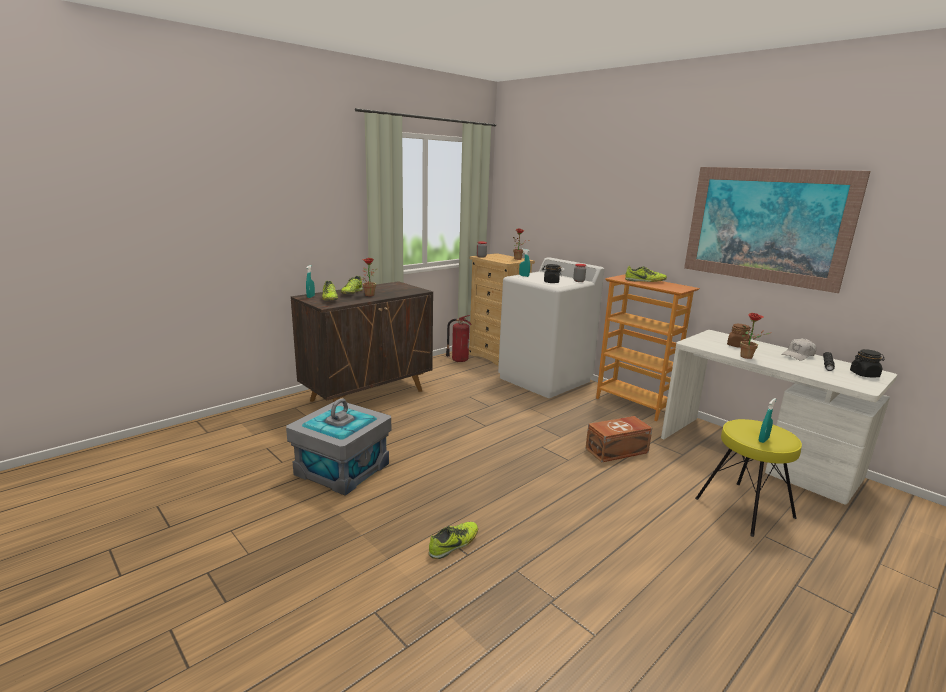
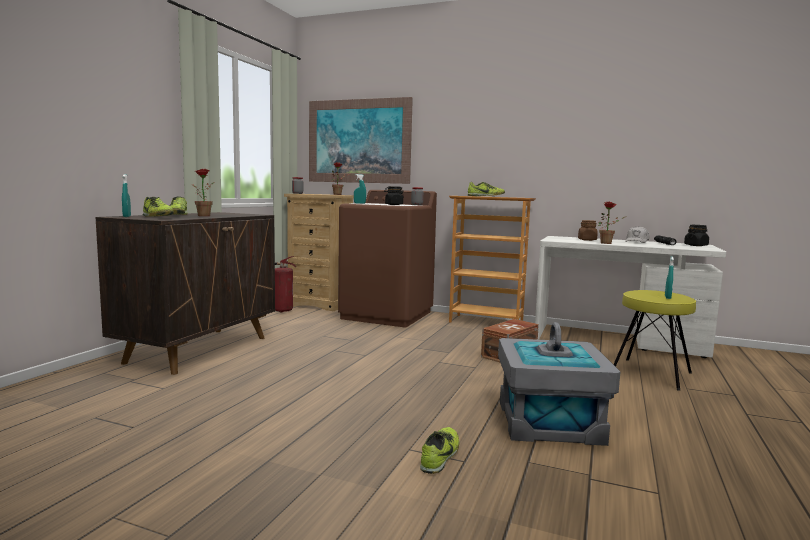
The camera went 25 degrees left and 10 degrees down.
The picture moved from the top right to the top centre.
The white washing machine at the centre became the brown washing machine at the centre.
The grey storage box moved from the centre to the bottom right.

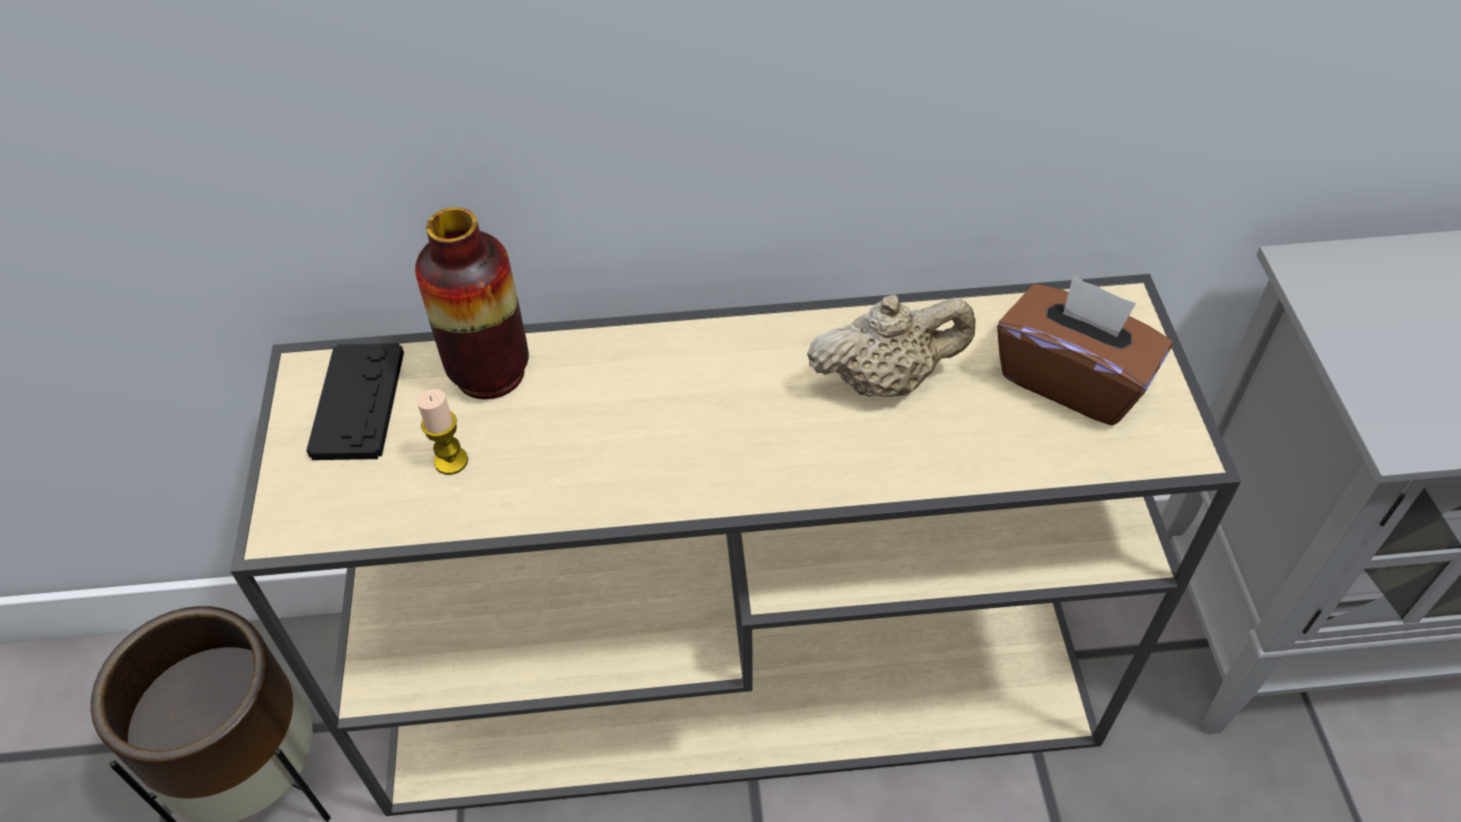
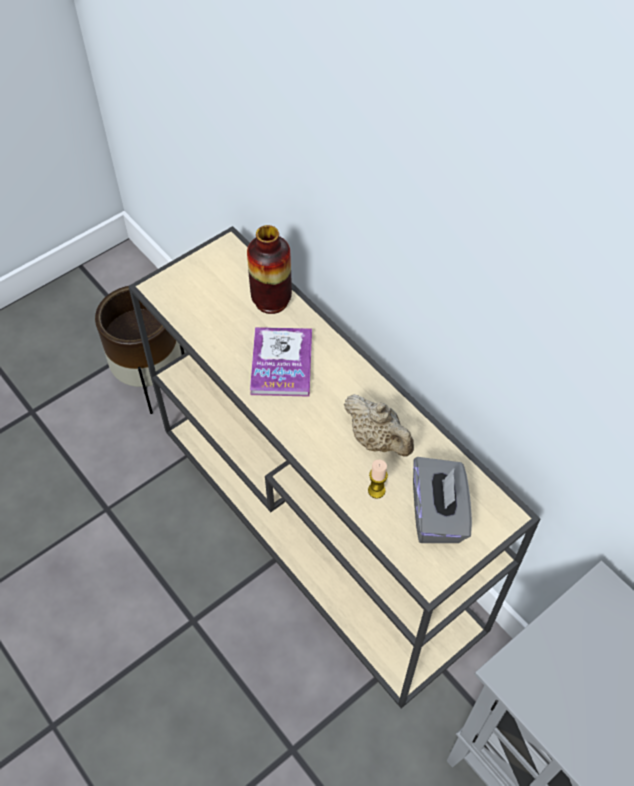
The camera went 55 degrees right and 5 degrees up.
The brown tissue box at the middle right became the grey tissue box at the middle right.
The black game controller at the middle left disappeared.
The candle moved from the middle left to the centre.
The book at the centre appeared.

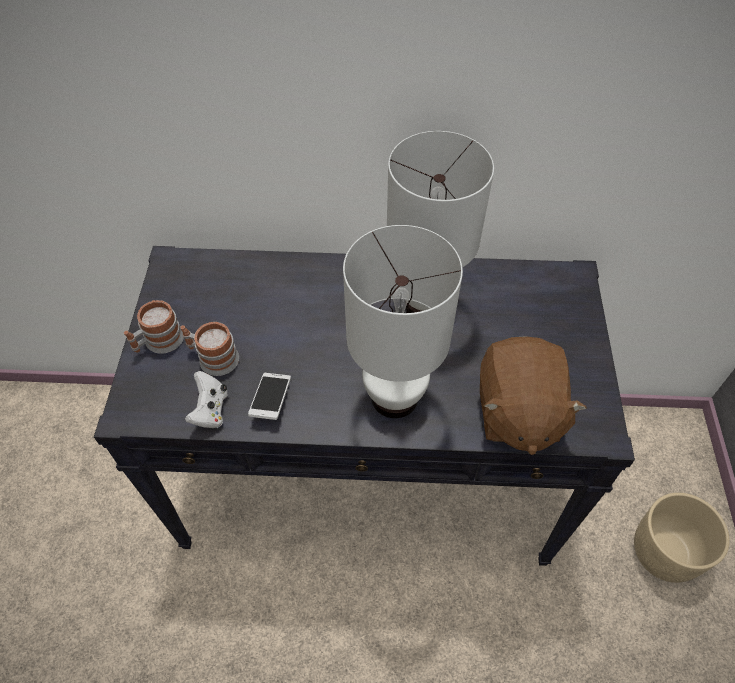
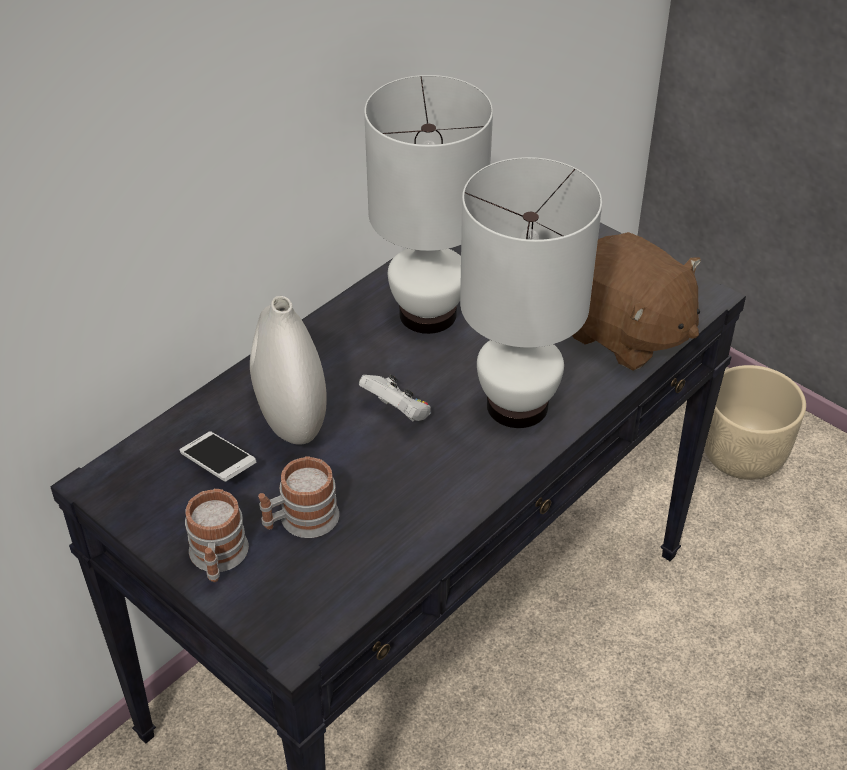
The camera went 50 degrees left and 10 degrees down.
The white game controller moved from the middle left to the centre.
The phone moved from the centre to the middle left.
The white vase at the centre appeared.

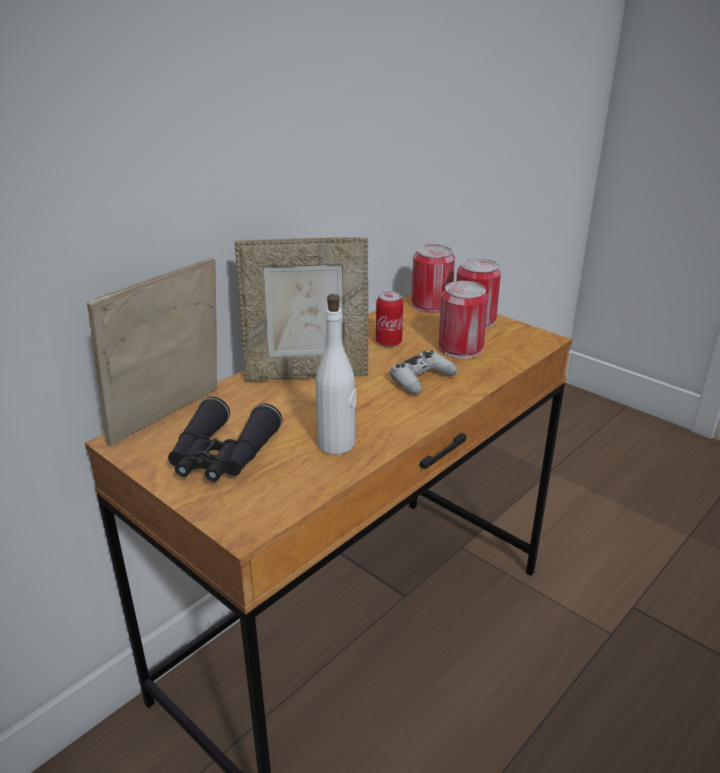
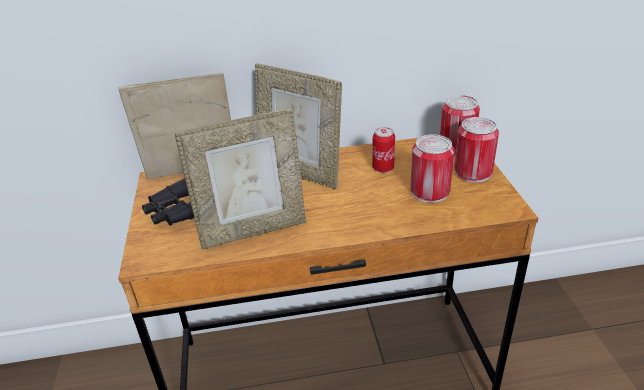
The camera went 40 degrees right and 5 degrees up.
The white bottle at the centre was replaced by the picture frame (no. 2 from left) at the centre.
The white game controller at the centre disappeared.

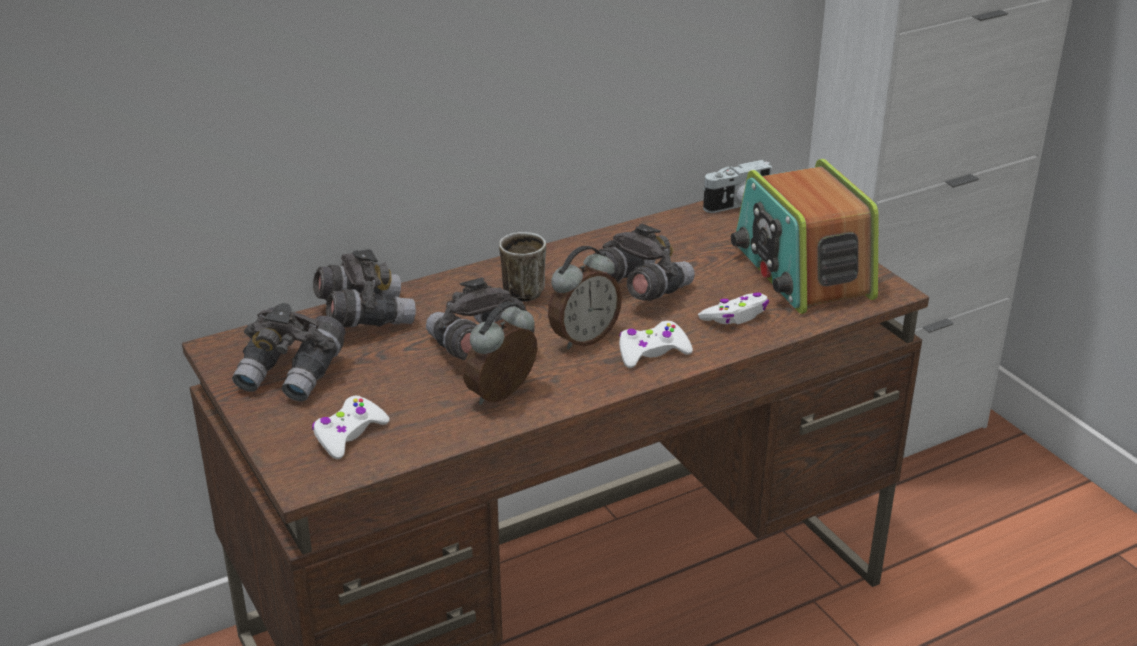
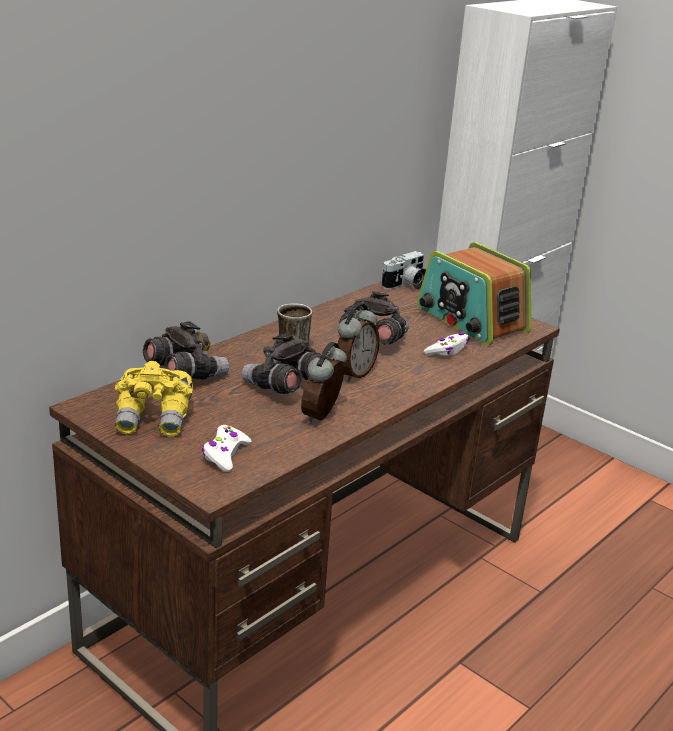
The camera went 20 degrees left and 5 degrees down.
The grey binoculars (no. 1 from left) at the middle left became the yellow binoculars at the middle left.
The white game controller (no. 2 from left) at the centre disappeared.

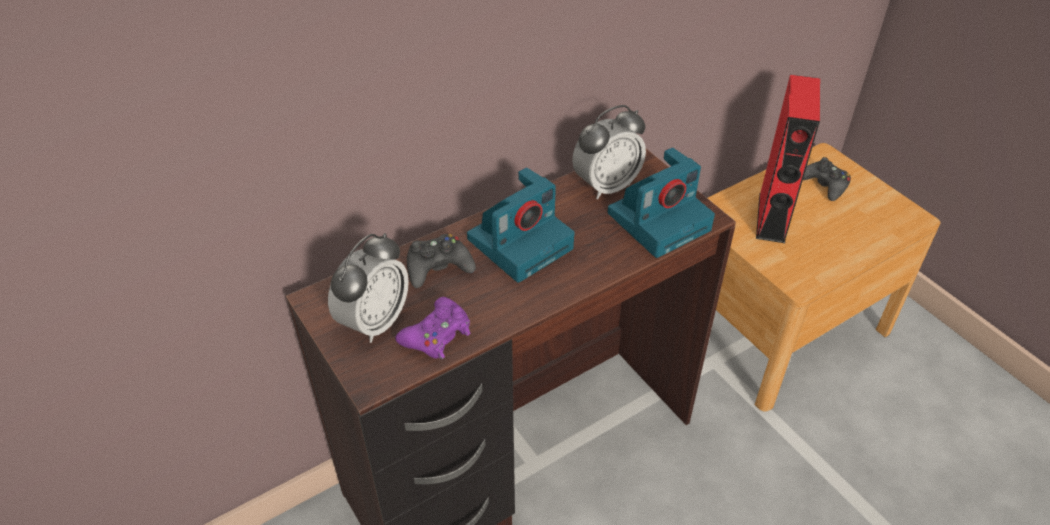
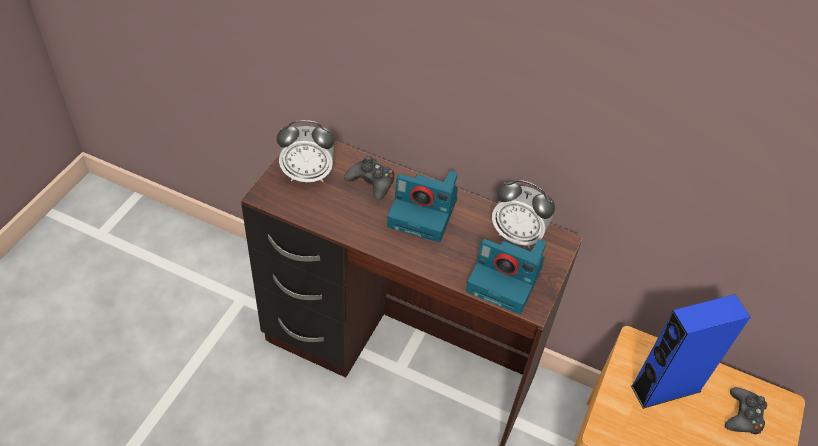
The camera went 55 degrees right and 5 degrees up.
The red speaker at the top right became the blue speaker at the bottom right.
The purple game controller at the centre disappeared.

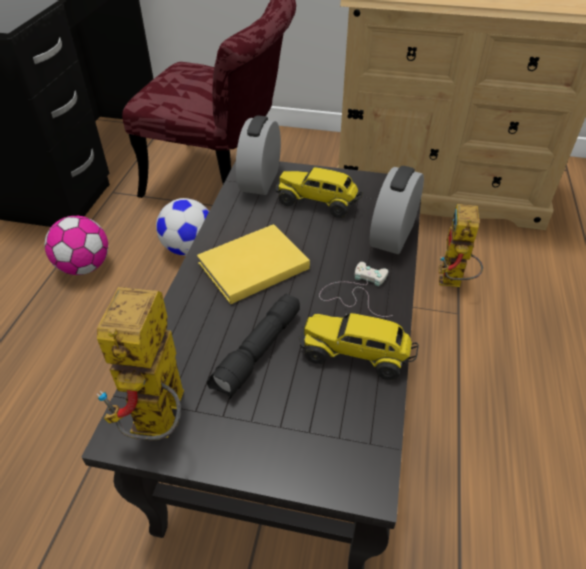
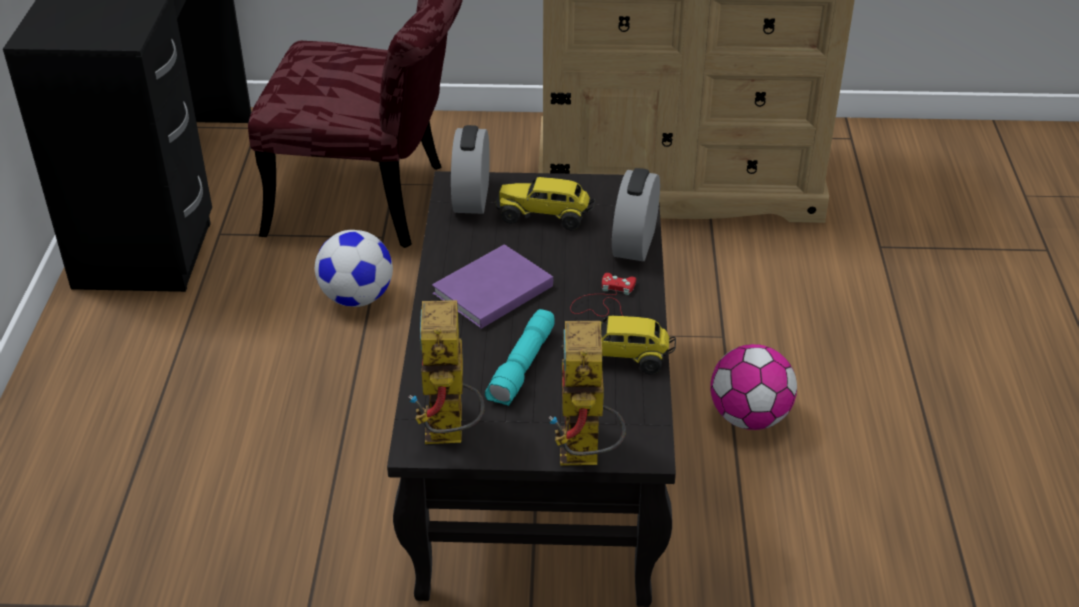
The camera went 10 degrees left and 5 degrees down.
The toy robot (no. 2 from left) moved from the middle right to the centre.
The football (no. 1 from left in the first image) moved from the middle left to the middle right.
The yellow book at the centre became the purple book at the centre.
The white game controller at the centre became the red game controller at the centre.
The black flashlight at the centre became the turquoise flashlight at the centre.

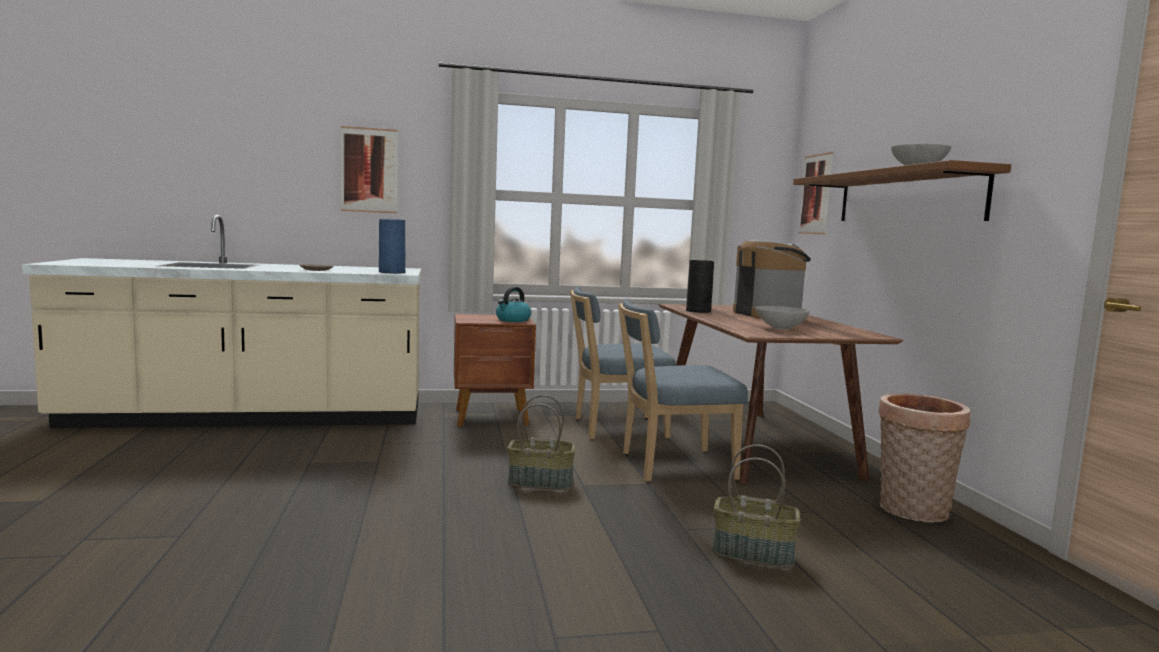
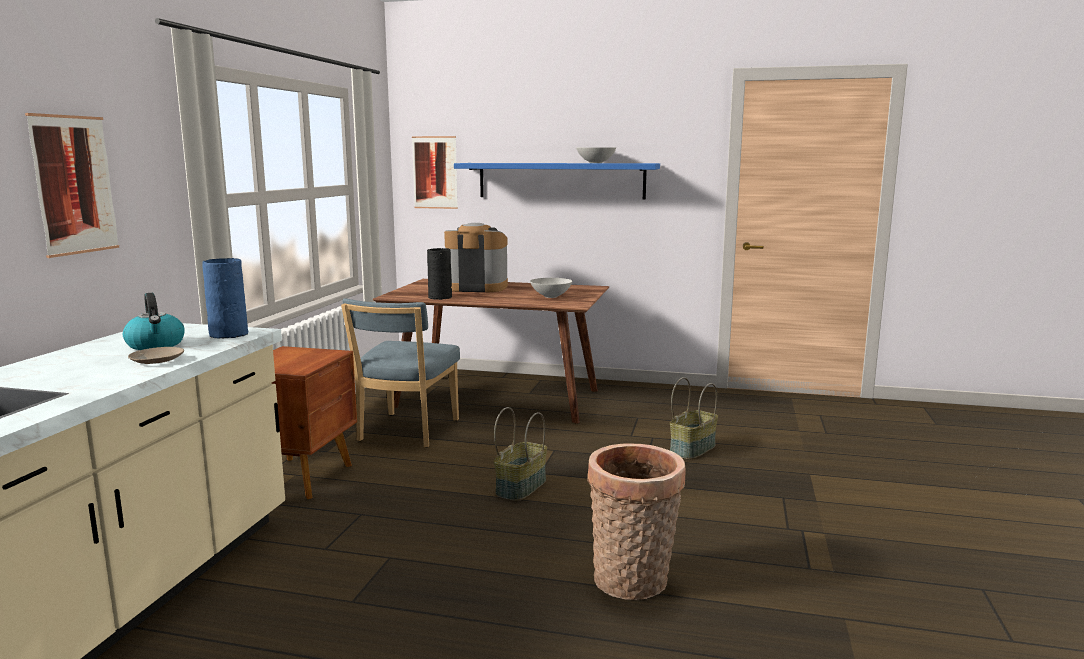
The camera went 65 degrees left and 5 degrees up.
The brown shelf at the top right became the blue shelf at the top centre.
The kettle moved from the centre to the middle left.
The blue chair (no. 2 from left) at the centre disappeared.
The basket (no. 3 from left in the first image) moved from the bottom right to the bottom centre.

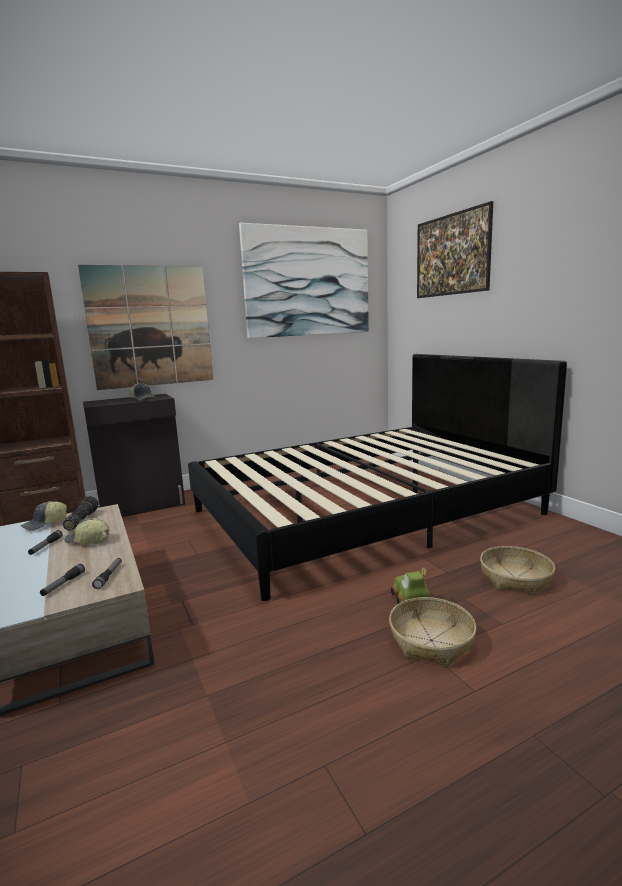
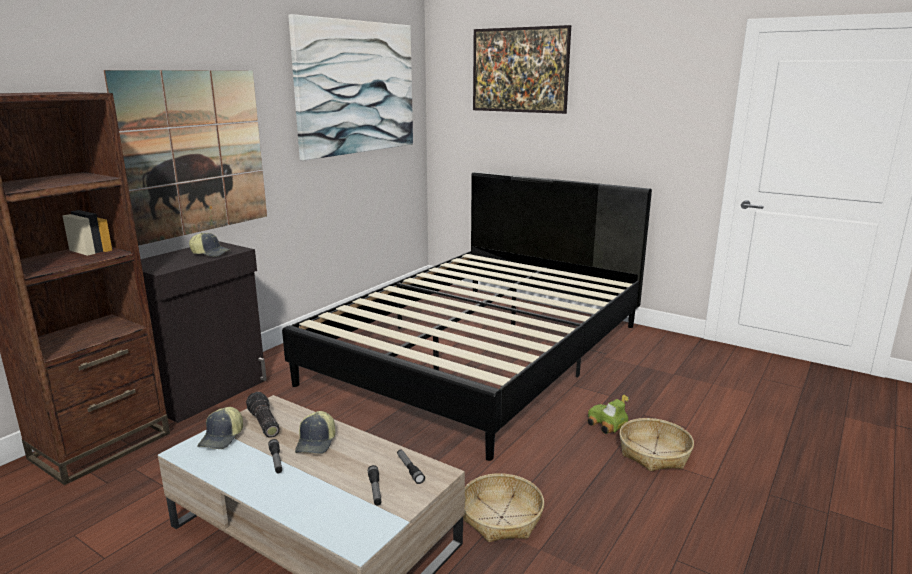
The camera went 30 degrees left and 5 degrees up.
The cap (no. 2 from left in the first image) at the middle left turned 75 degrees counterclockwise.
The basket (no. 2 from left in the first image) moved from the middle right to the bottom centre.

